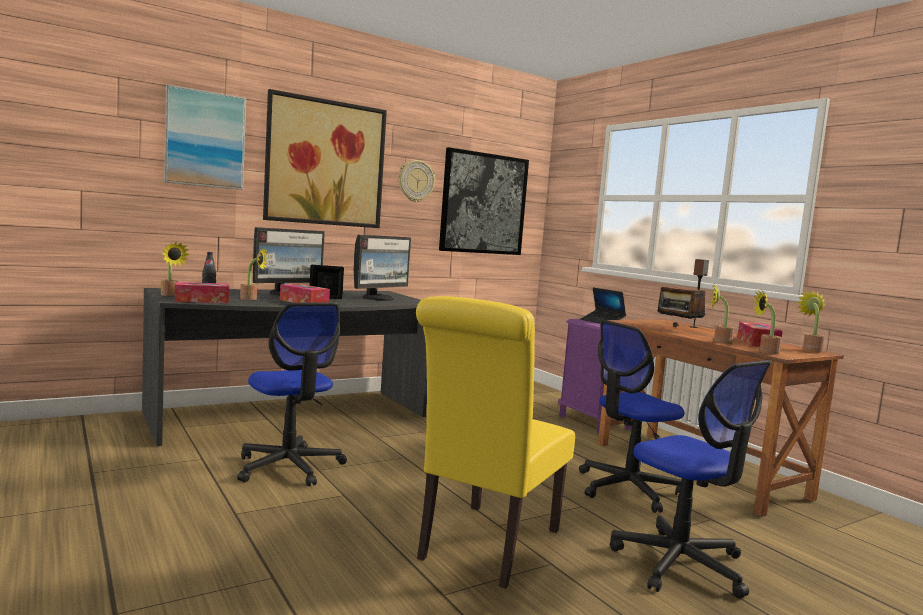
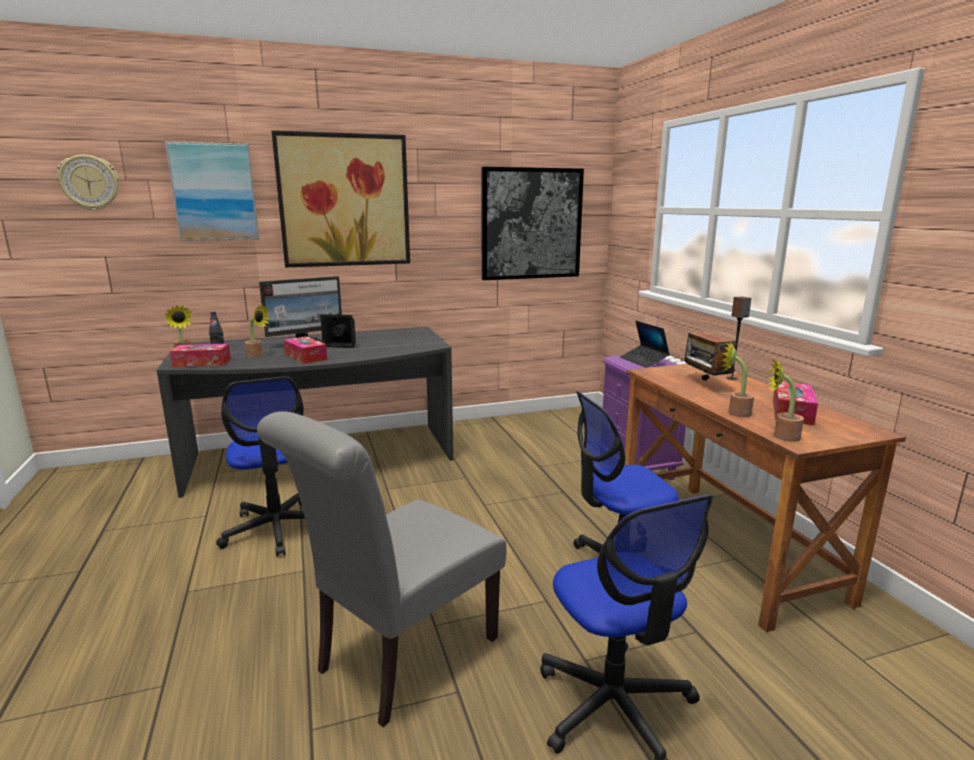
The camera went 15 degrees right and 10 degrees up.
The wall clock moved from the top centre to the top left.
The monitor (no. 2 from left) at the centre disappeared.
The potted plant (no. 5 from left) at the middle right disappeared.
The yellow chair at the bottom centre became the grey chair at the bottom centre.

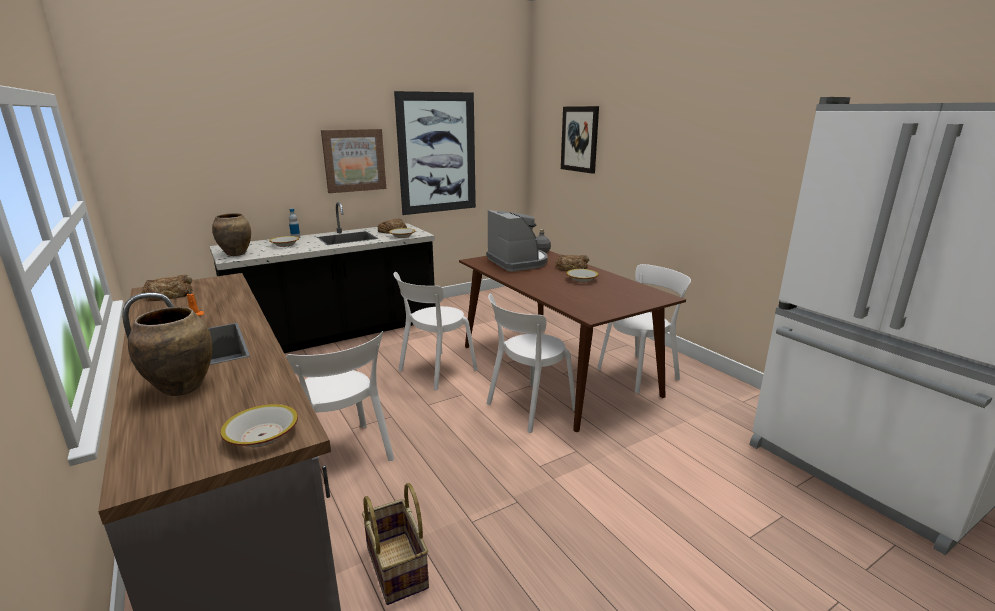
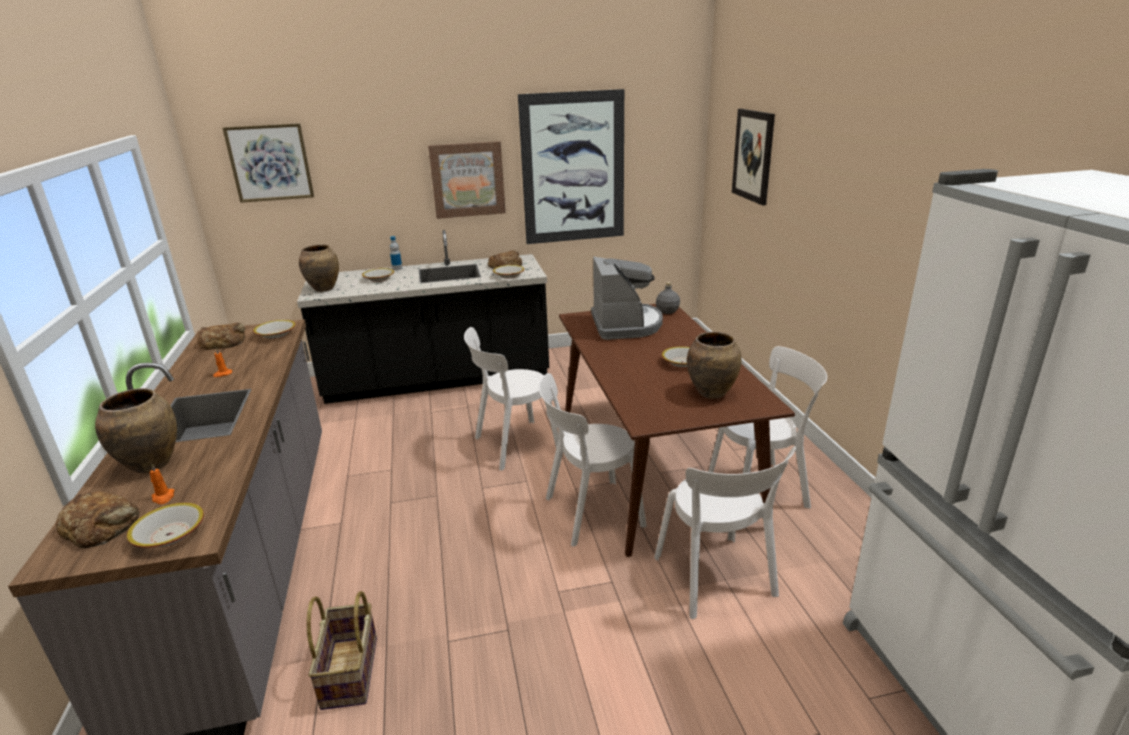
The camera went 20 degrees right and 5 degrees up.
The bread (no. 3 from left in the first image) moved from the centre to the bottom left.
The white chair (no. 1 from left in the first image) moved from the centre to the bottom centre.
The picture (no. 1 from left) at the top left appeared.
The bowl (no. 2 from left) at the middle left appeared.
The brown vase (no. 3 from left) at the centre appeared.
The orange candle (no. 1 from left) at the middle left appeared.

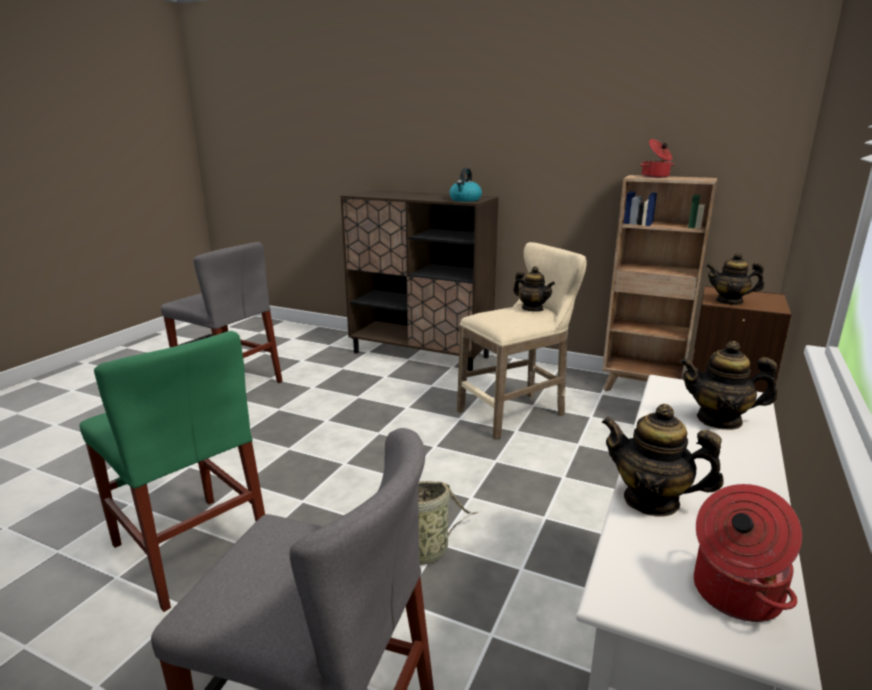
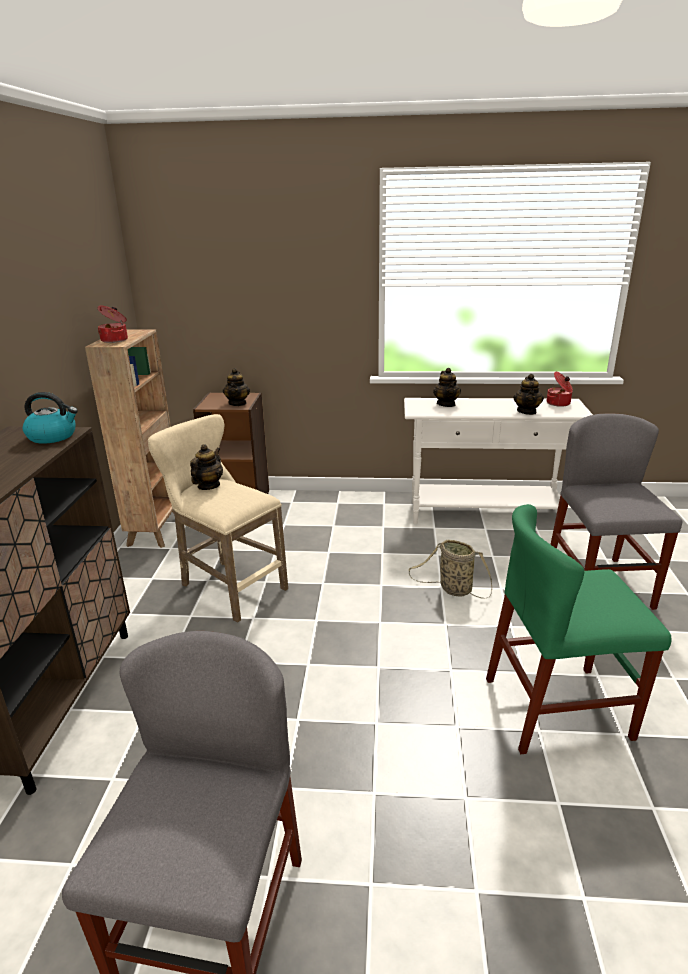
The camera went 110 degrees left and 5 degrees up.
The green chair at the bottom left turned 120 degrees counterclockwise.

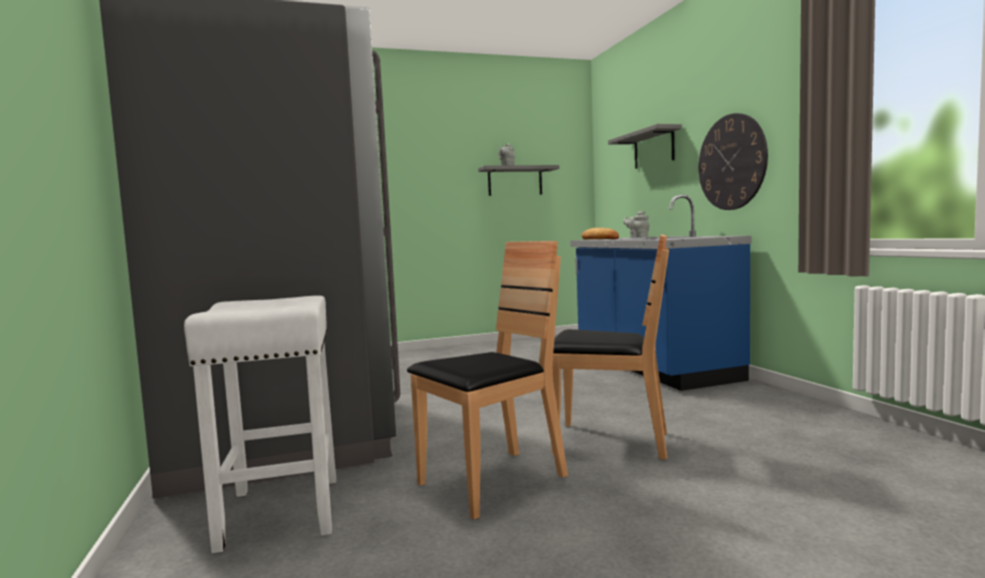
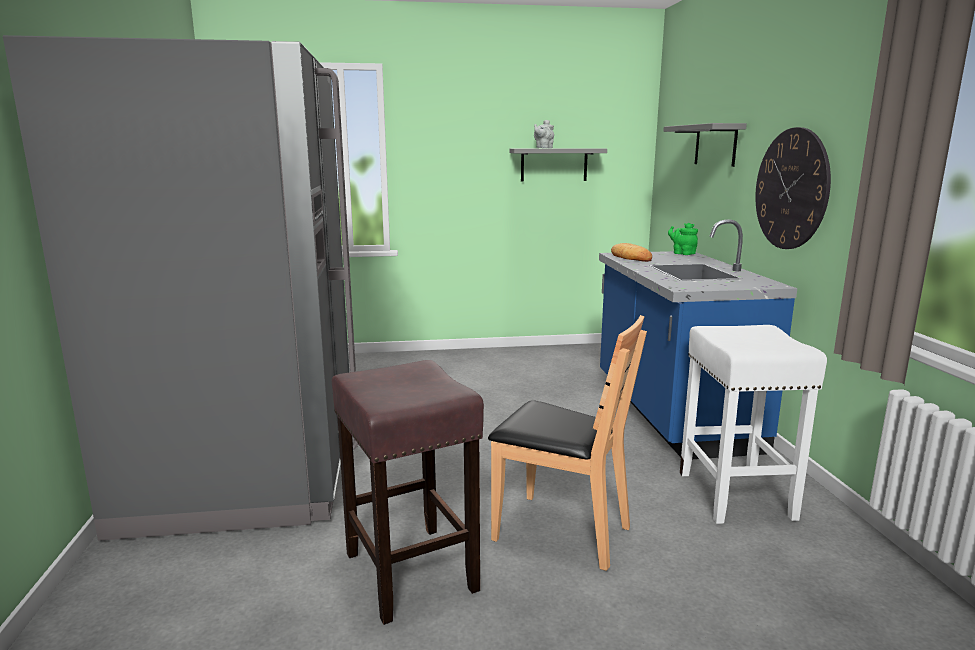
The camera went 10 degrees right and 10 degrees up.
The grey teapot (no. 2 from left) at the centre became the green teapot at the middle right.
The brown chair (no. 1 from left) at the centre was replaced by the brown stool at the bottom centre.
The white stool moved from the bottom left to the middle right.

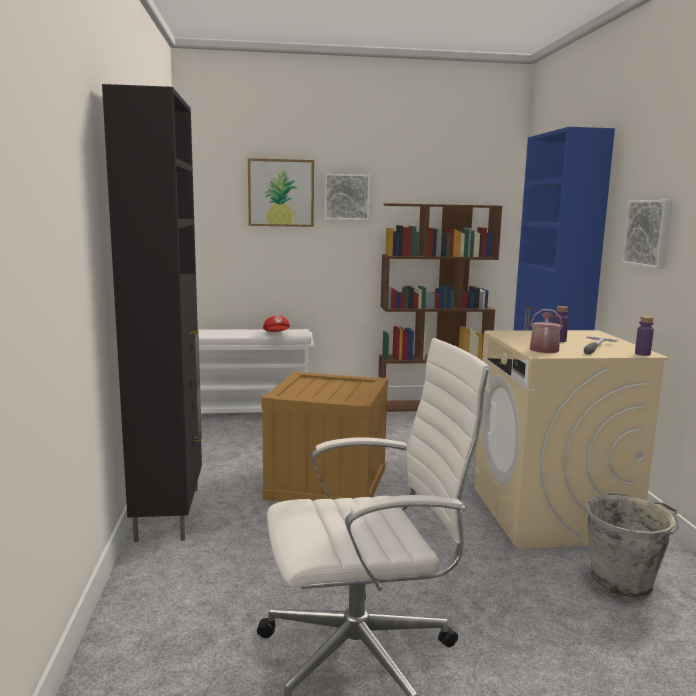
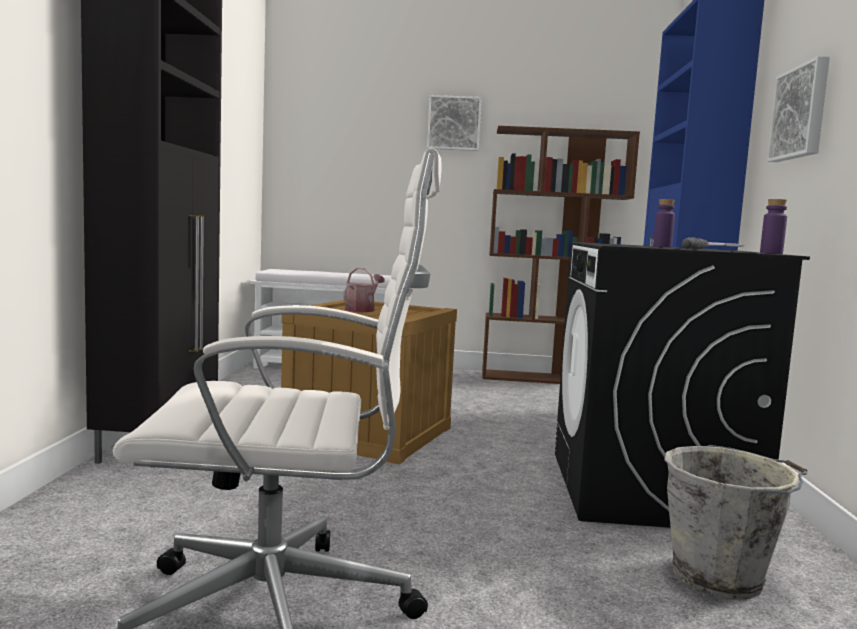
The camera went 10 degrees right and 5 degrees down.
The picture (no. 1 from left) at the top centre disappeared.
The watering can moved from the middle right to the centre.
The red cap at the centre disappeared.
The beige washing machine at the middle right became the black washing machine at the middle right.

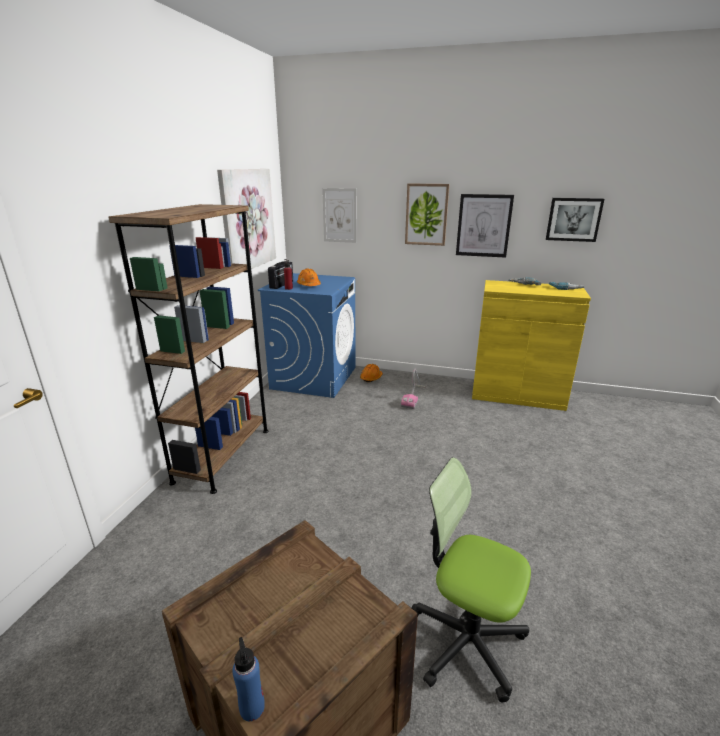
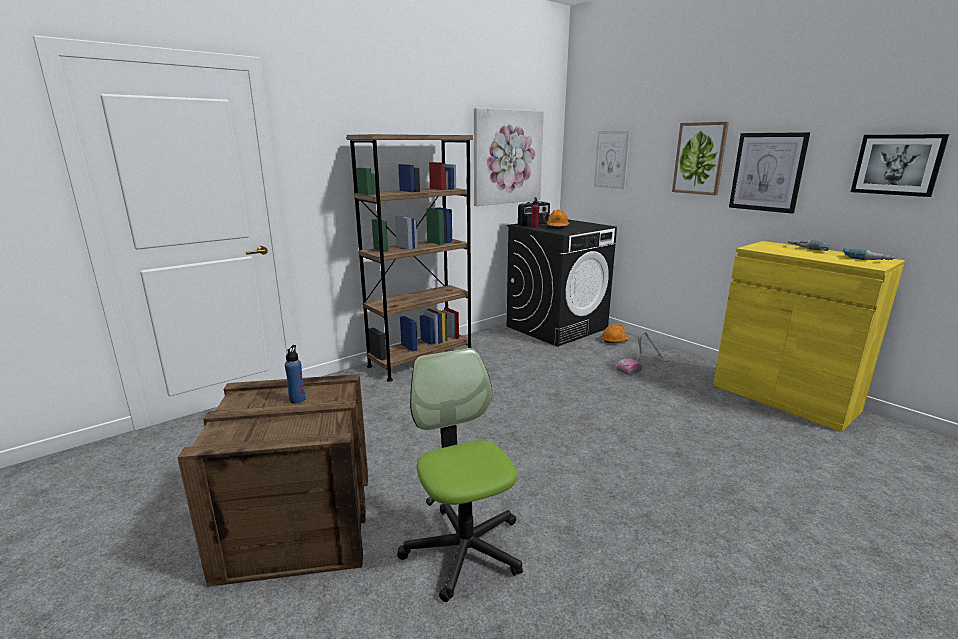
The camera went 35 degrees right and 5 degrees down.
The blue washing machine at the centre became the black washing machine at the centre.
The blue bottle moved from the bottom centre to the middle left.

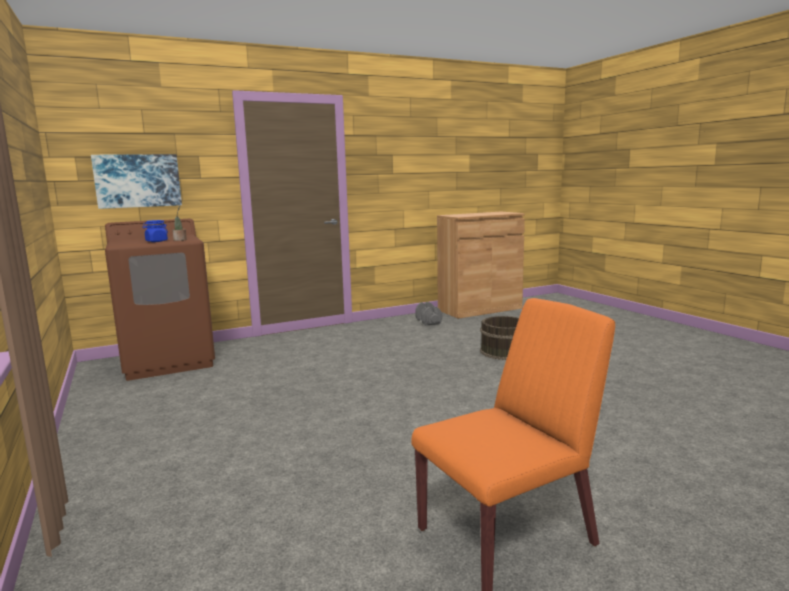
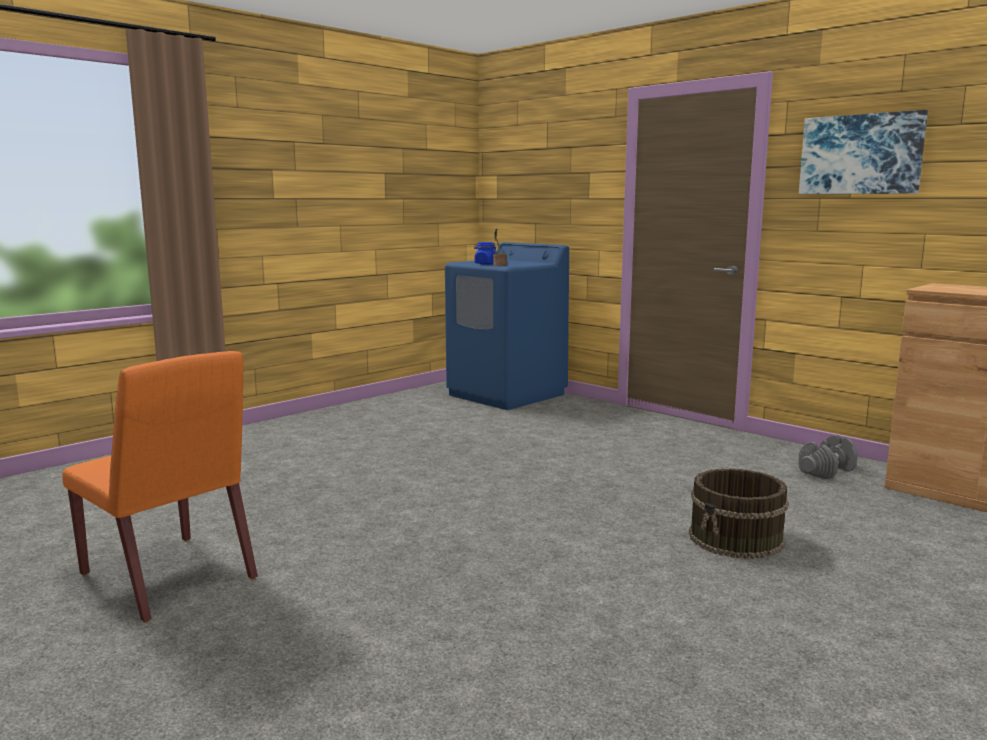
The camera went 70 degrees right and 0 degrees up.
The picture moved from the top left to the top right.
The brown washing machine at the middle left became the blue washing machine at the centre.

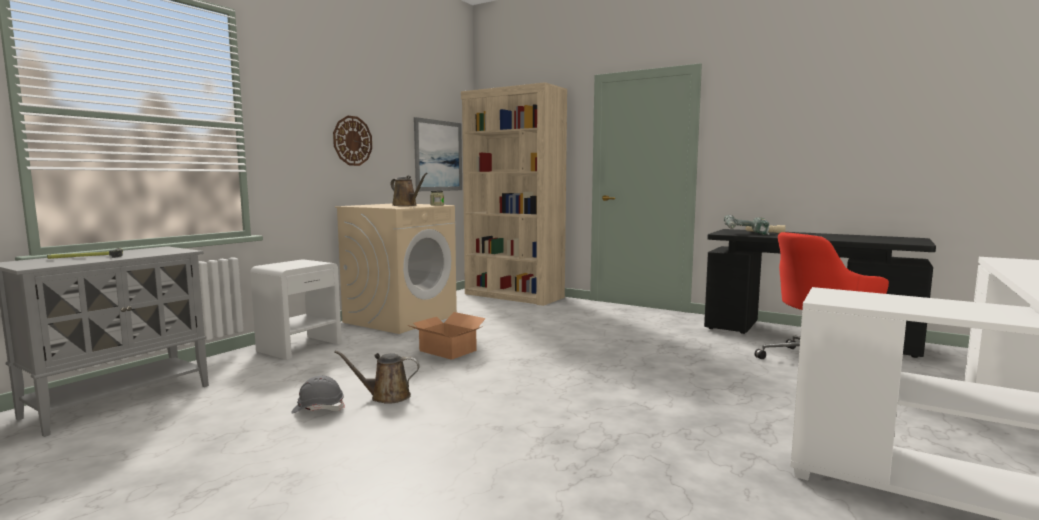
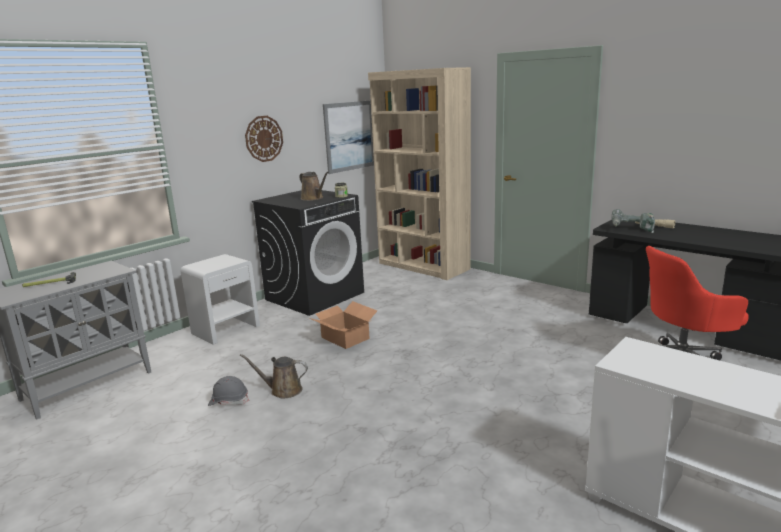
The camera went 10 degrees right and 10 degrees up.
The beige washing machine at the centre became the black washing machine at the centre.

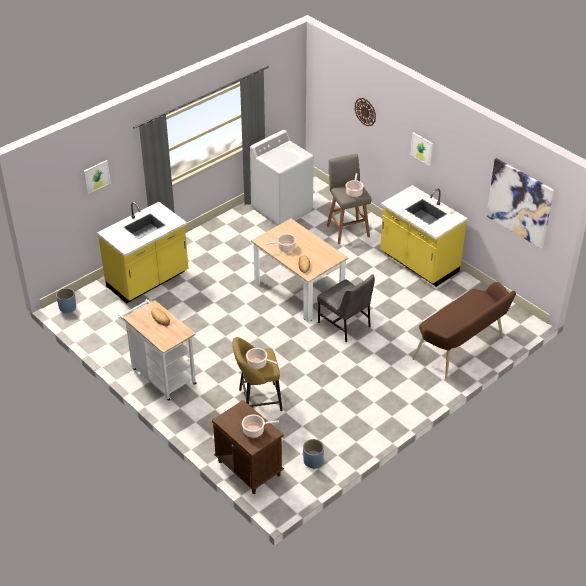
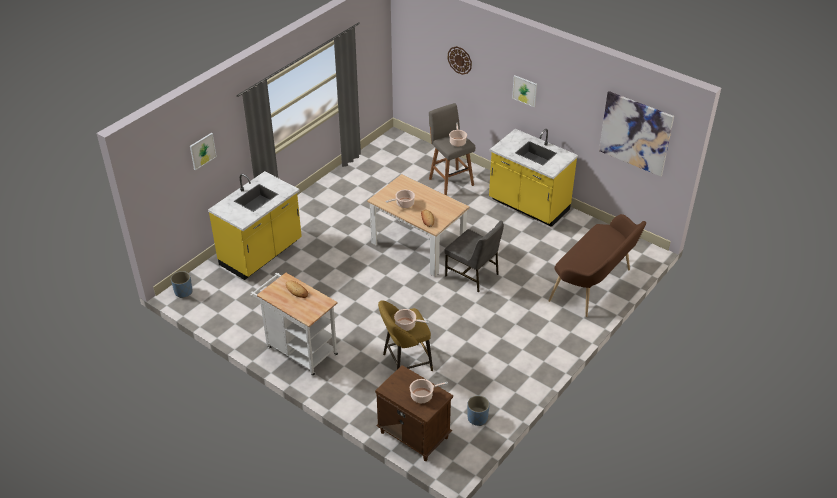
The camera went 10 degrees left and 0 degrees up.
The white washing machine at the top centre disappeared.

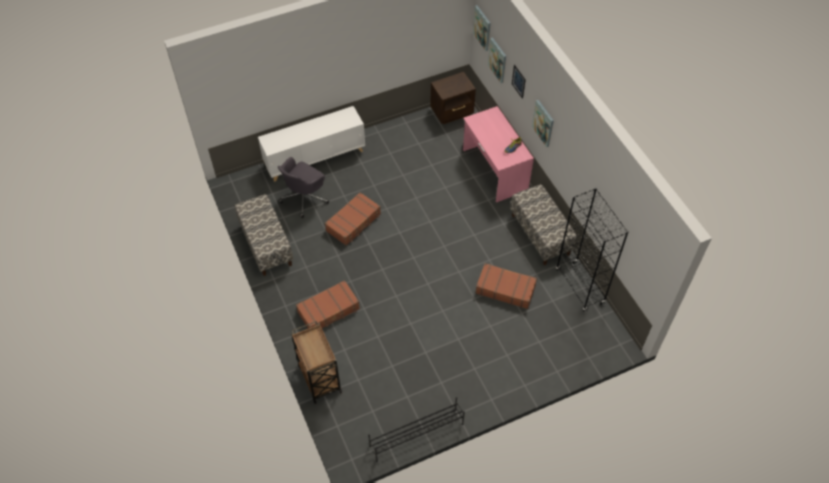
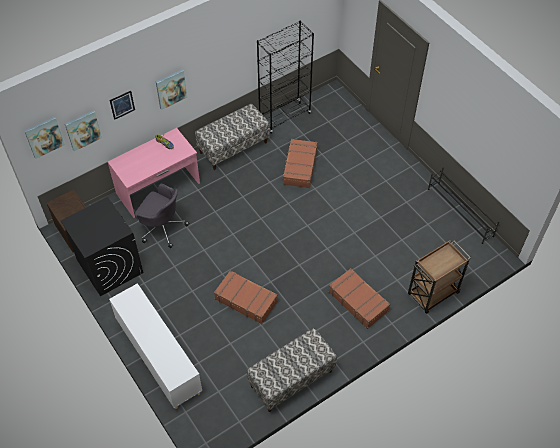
The camera went 100 degrees left and 0 degrees up.
The grey office chair moved from the centre to the middle left.
The black washing machine at the middle left appeared.

